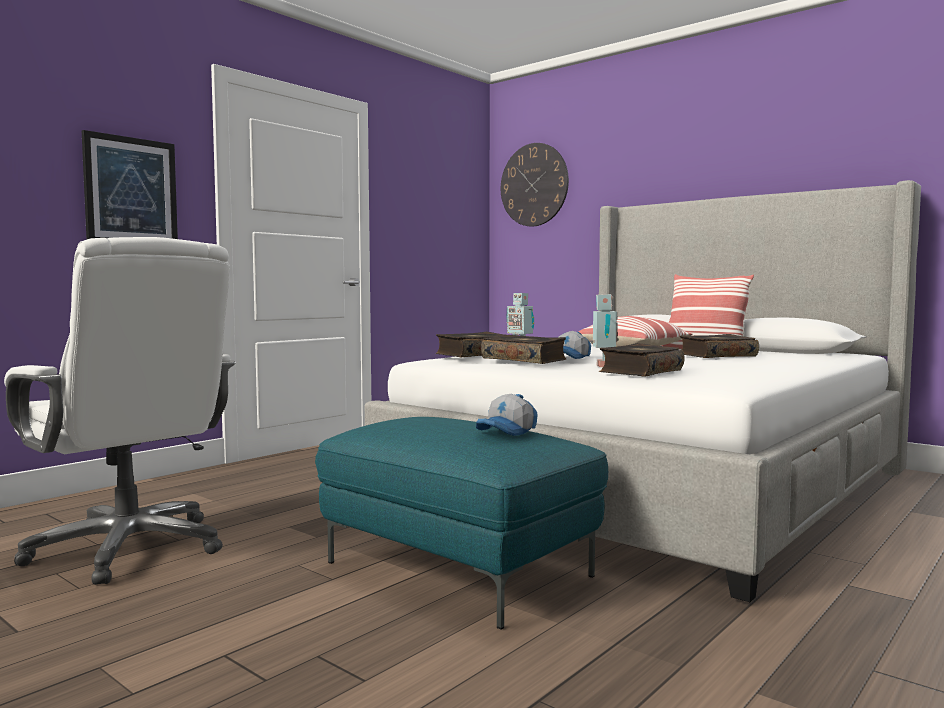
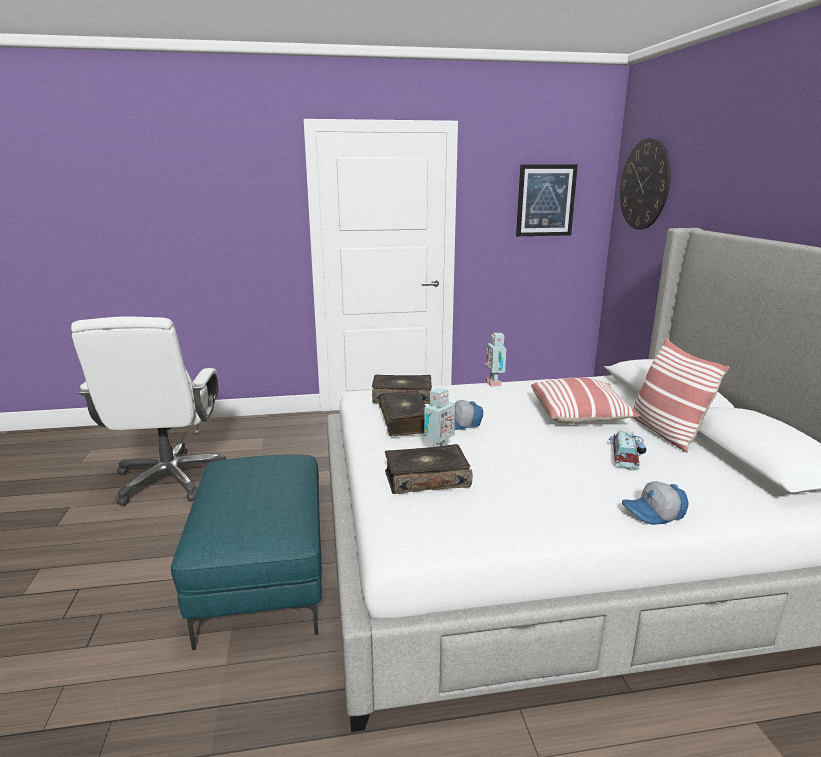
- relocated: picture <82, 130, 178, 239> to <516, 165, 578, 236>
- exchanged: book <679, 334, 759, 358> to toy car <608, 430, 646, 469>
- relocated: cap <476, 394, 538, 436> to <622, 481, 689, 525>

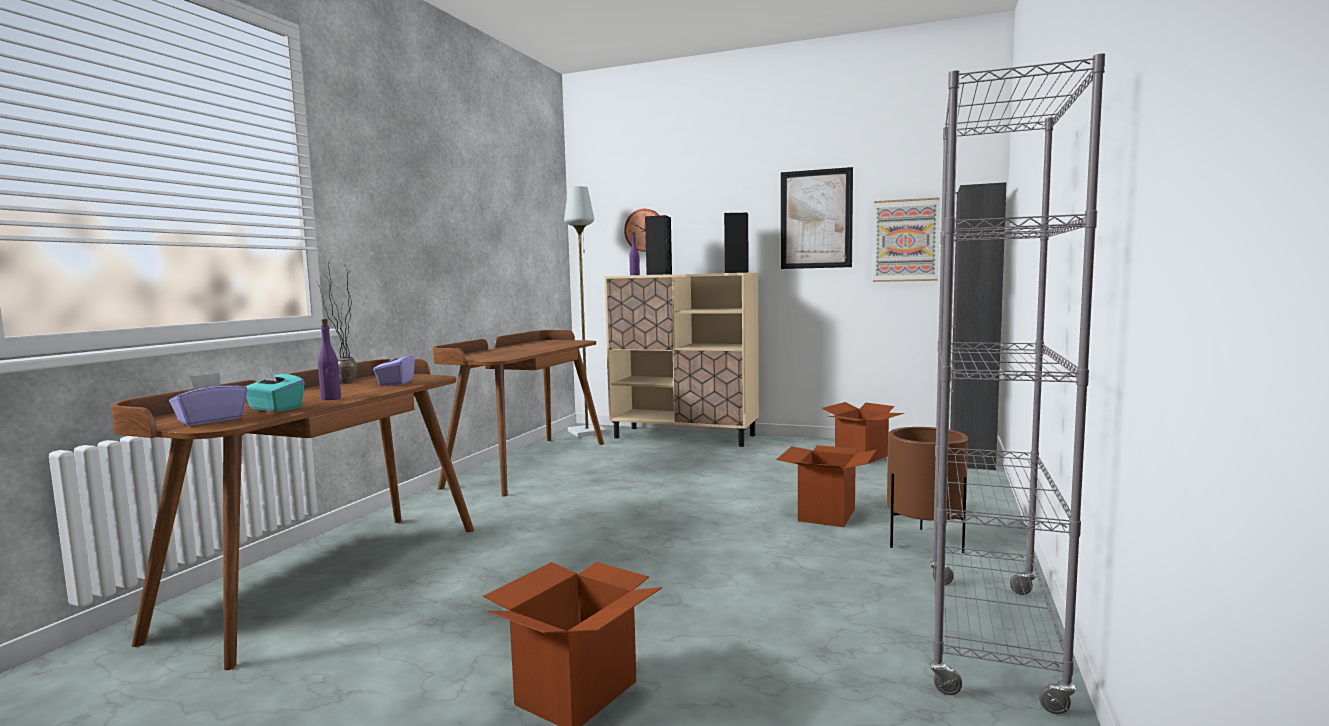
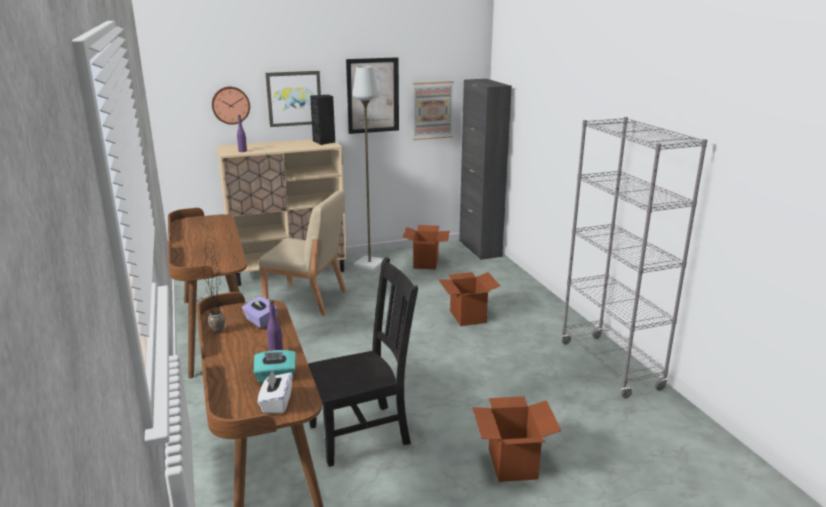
- relocated: grey floor lamp <564, 186, 607, 437> to <352, 66, 383, 271>
- missing: black speaker <645, 215, 672, 275>
- colour: purple tissue box <169, 373, 247, 426> to white tissue box <257, 370, 293, 414>
- missing: brown planter <887, 427, 968, 553>
- appeared: picture <265, 71, 321, 127>
- appeared: beige chair <258, 191, 346, 316>
- appeared: black chair <308, 257, 418, 467>

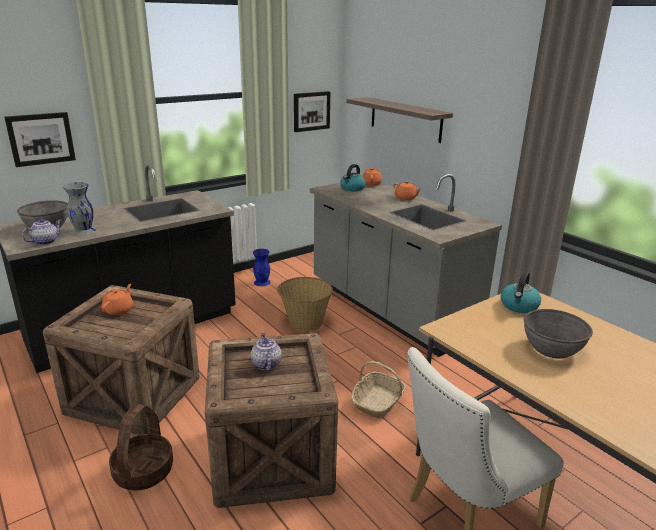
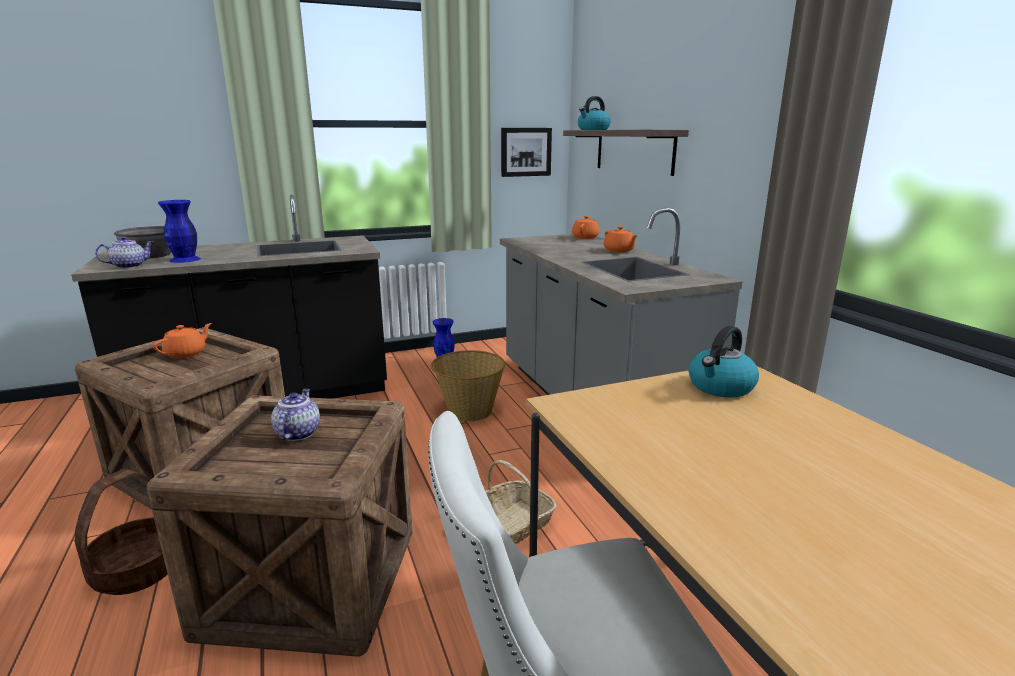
- missing: picture <4, 112, 76, 167>
- relocated: kettle <340, 164, 366, 191> to <578, 96, 611, 130>
- colour: grey vase <63, 182, 96, 235> to blue vase <158, 200, 201, 263>
- missing: grey bowl <524, 309, 593, 359>

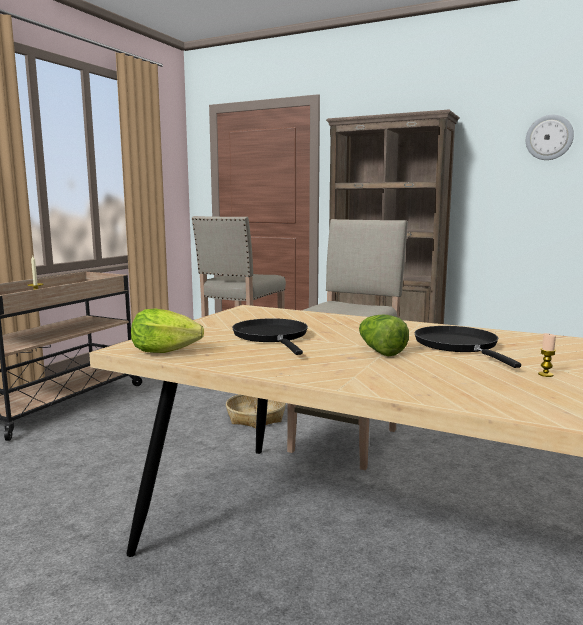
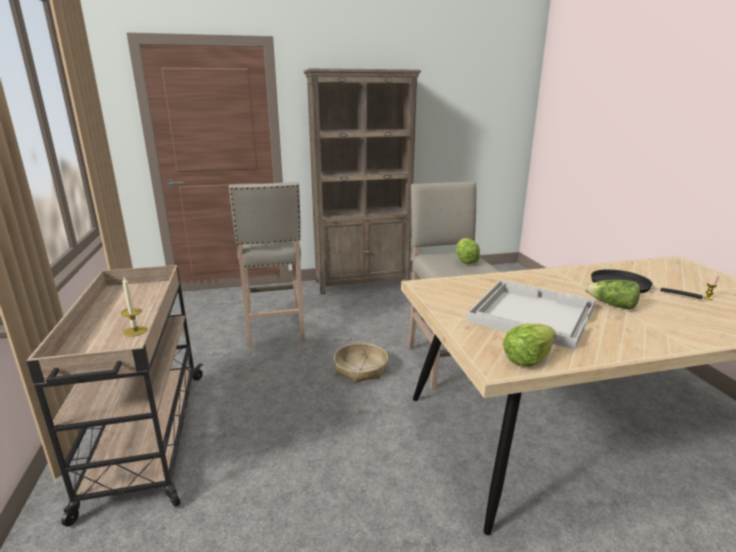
- missing: wall clock <526, 115, 574, 160>
- exchanged: black frying pan <232, 318, 308, 355> to white tray <467, 280, 595, 349>
- appeared: lettuce <456, 238, 480, 264>

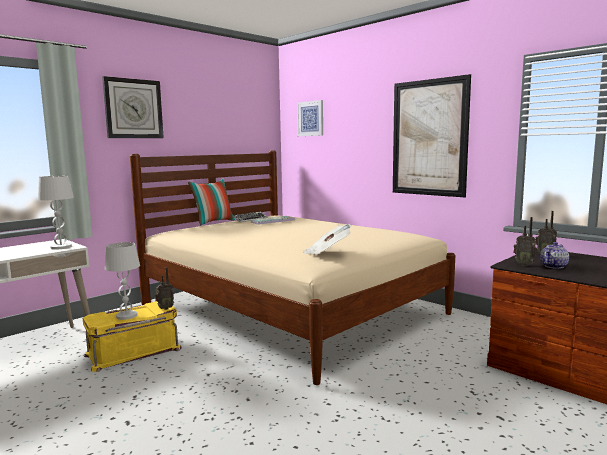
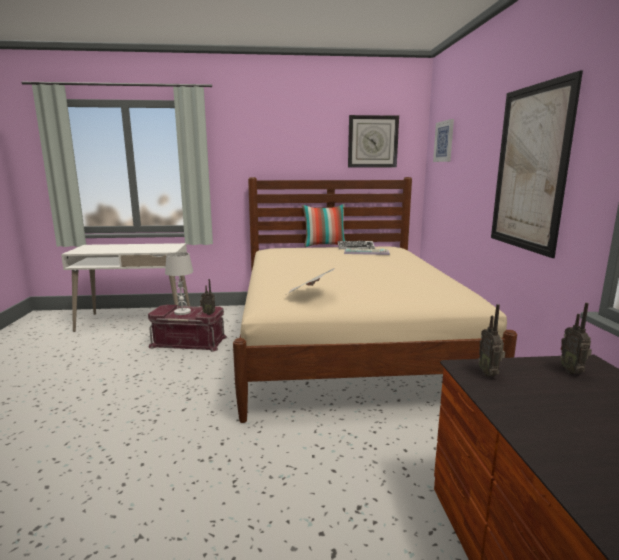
- relocated: wall clock <102, 76, 164, 138> to <348, 115, 399, 168>
- missing: white table lamp <37, 176, 74, 250>
- missing: teapot <540, 242, 569, 269>
- colour: yellow storage box <83, 301, 182, 372> to red storage box <148, 305, 227, 352>

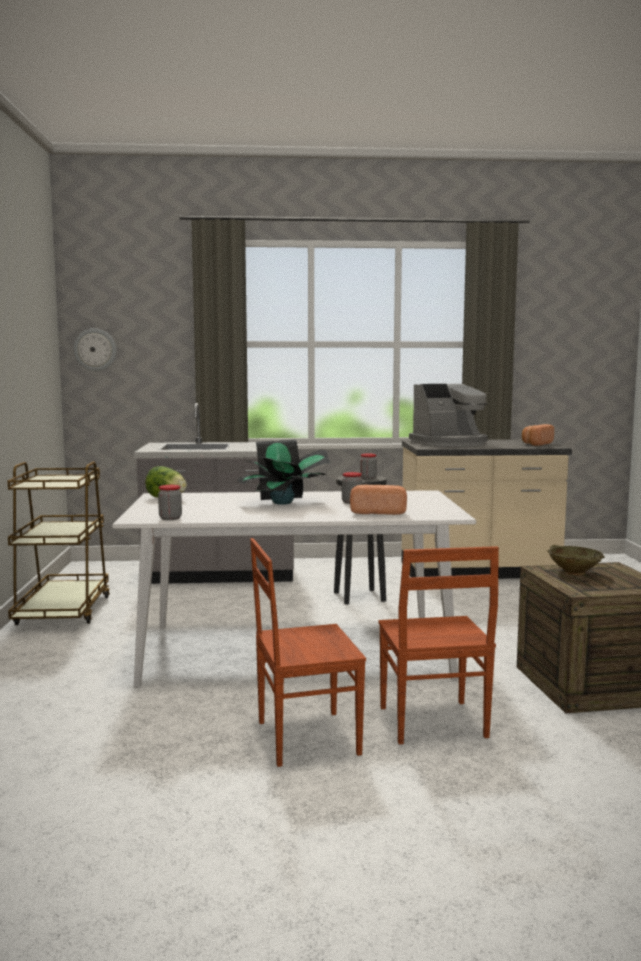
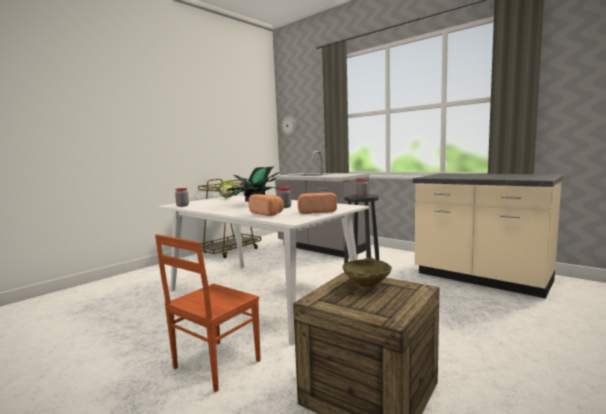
- missing: coffee machine <409, 384, 488, 447>
- relocated: bread <522, 424, 554, 446> to <298, 193, 337, 214>
- missing: brown chair <250, 538, 366, 767>

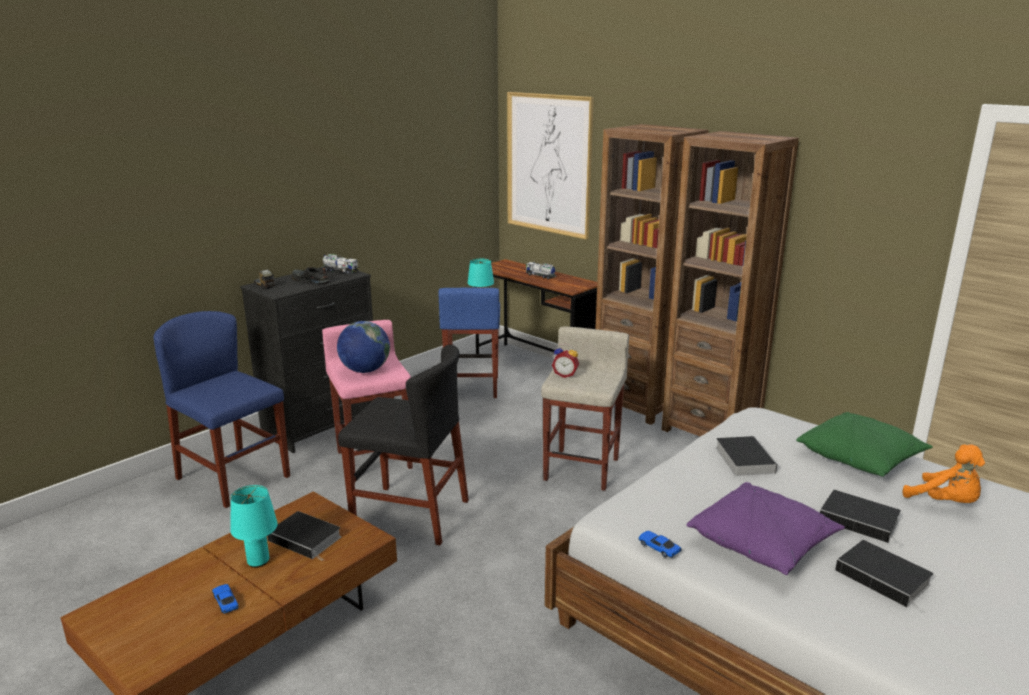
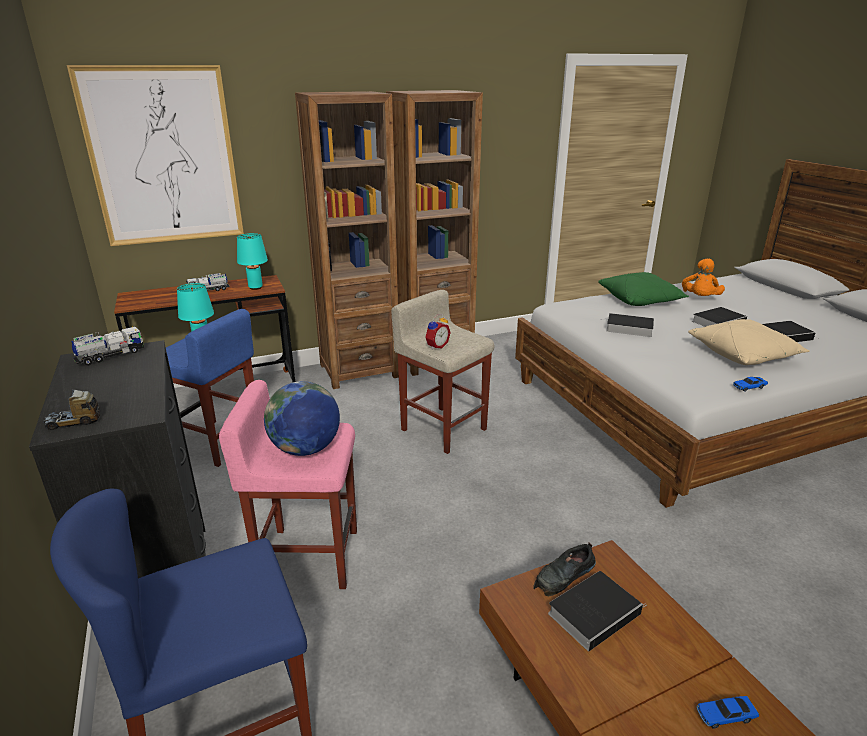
- relocated: black shoe <292, 267, 329, 284> to <534, 542, 596, 596>
- missing: black chair <338, 345, 469, 545>
- spun: orange plush toy <903, 444, 985, 503> = <682, 259, 725, 296> 120 degrees clockwise
- colour: purple pillow <686, 482, 845, 575> to beige pillow <688, 319, 810, 365>
- relocated: turquoise table lamp <231, 485, 278, 568> to <237, 233, 268, 290>

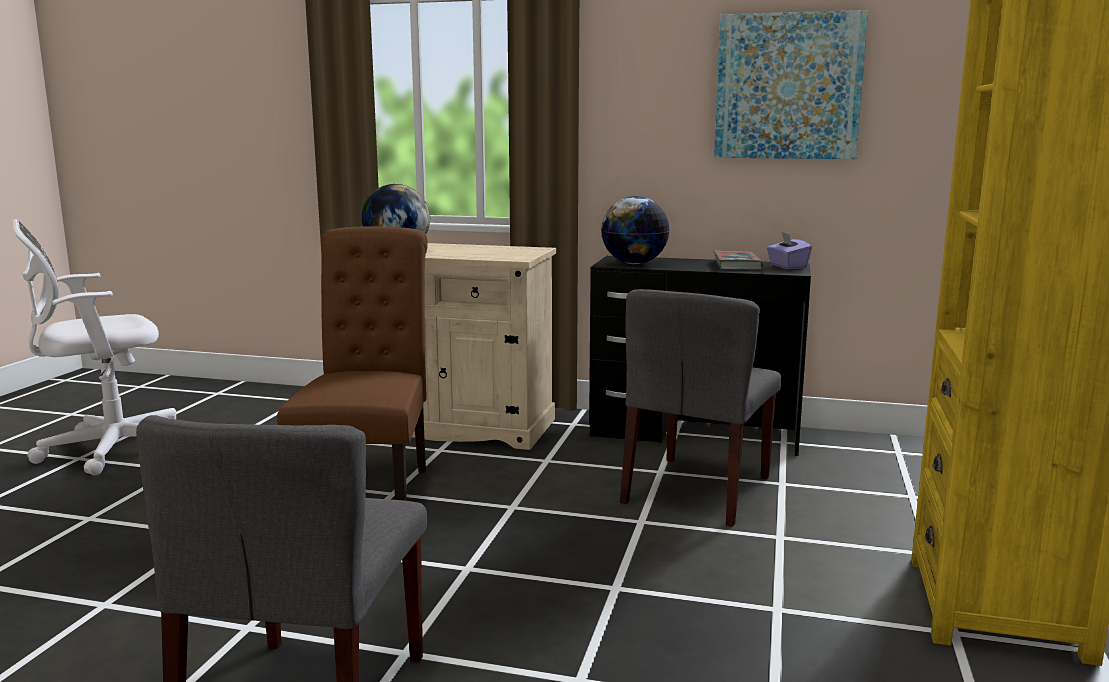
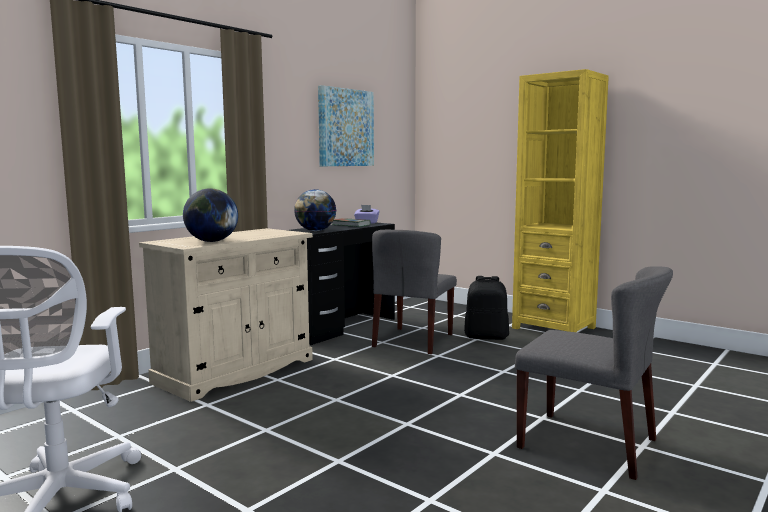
- missing: brown chair <277, 226, 428, 501>
- spun: grey chair <620, 289, 781, 527> = <372, 230, 457, 354> 60 degrees clockwise
- appeared: black backpack <464, 276, 509, 340>

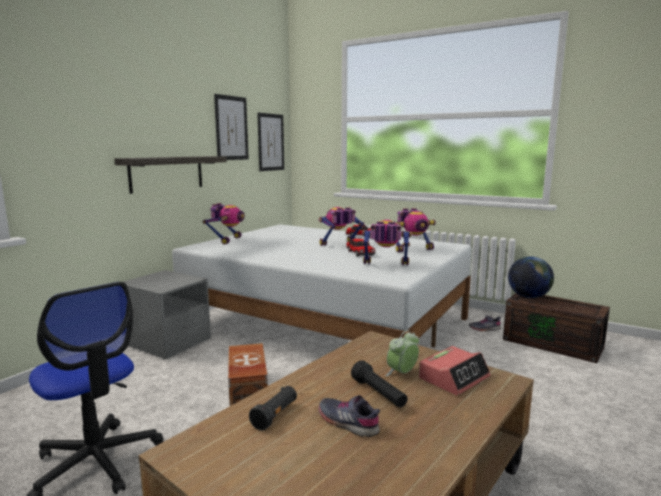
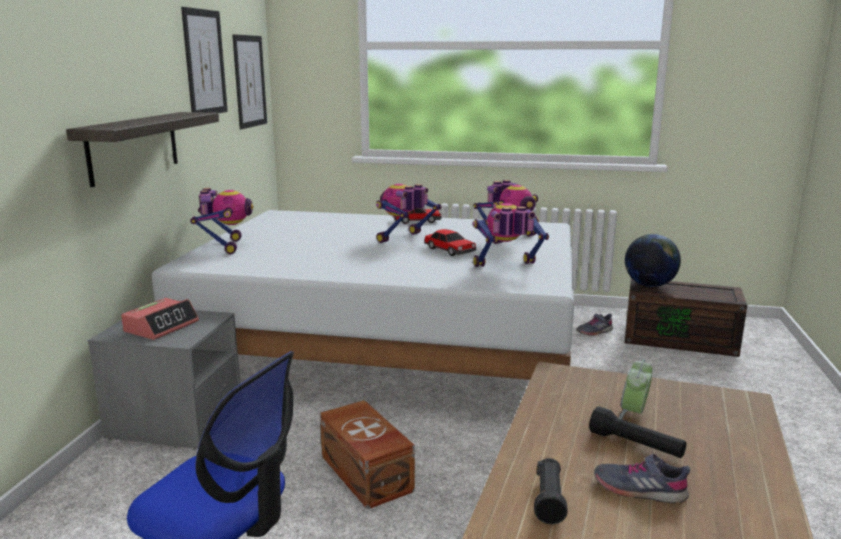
- relocated: alarm clock <419, 346, 491, 395> to <121, 298, 199, 340>

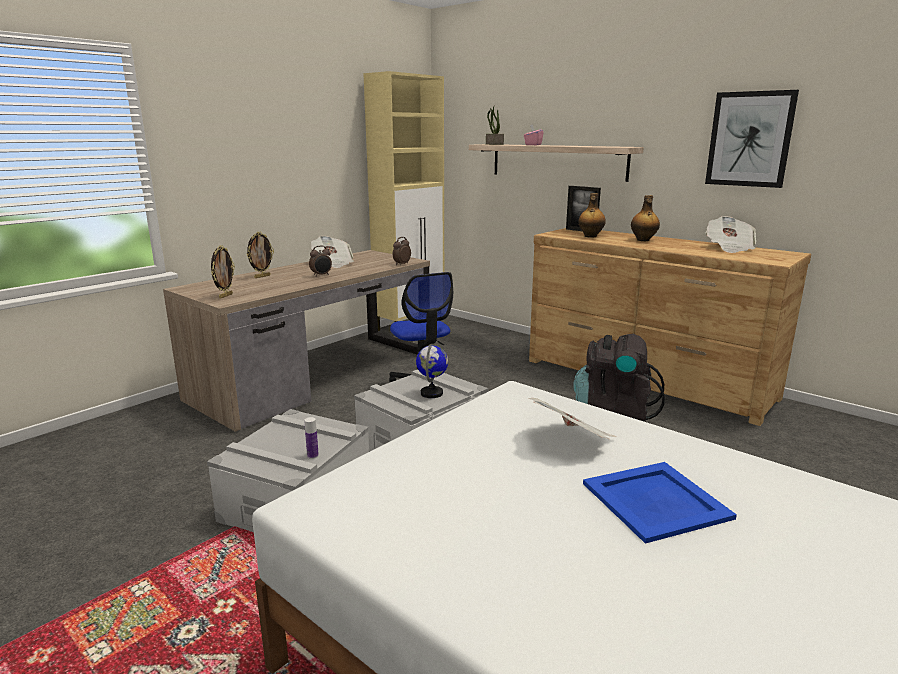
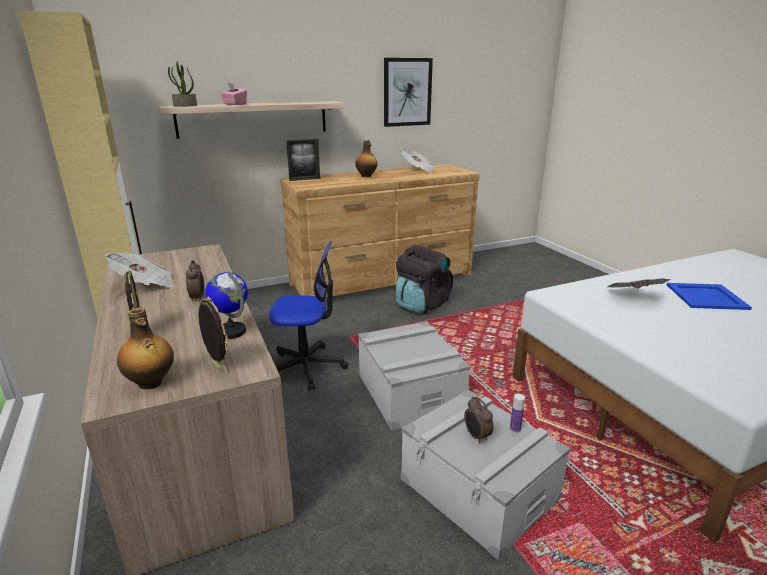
- relocated: bottle <578, 193, 606, 238> to <117, 308, 174, 390>
- relocated: alarm clock <393, 237, 411, 265> to <464, 397, 494, 443>
- relocated: globe <416, 345, 448, 398> to <205, 271, 248, 339>

